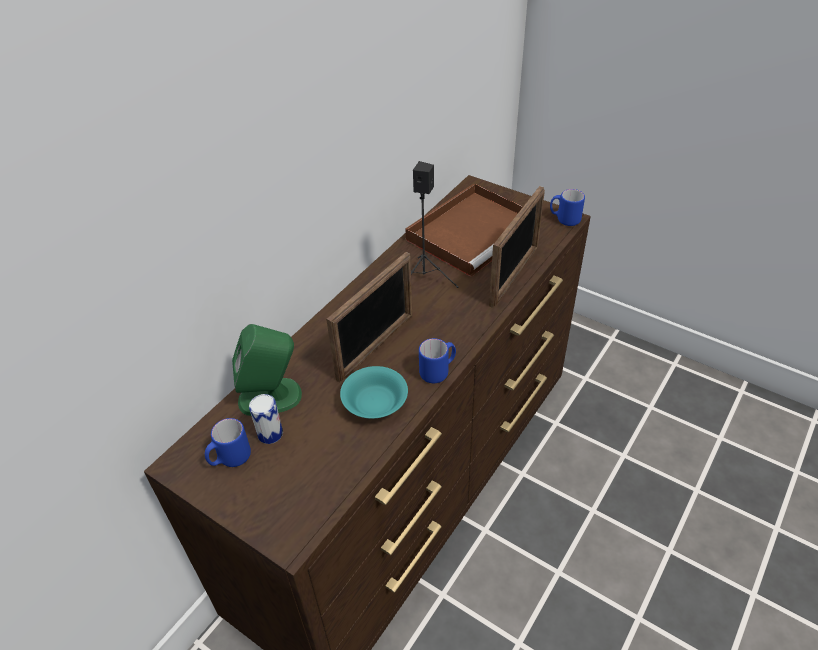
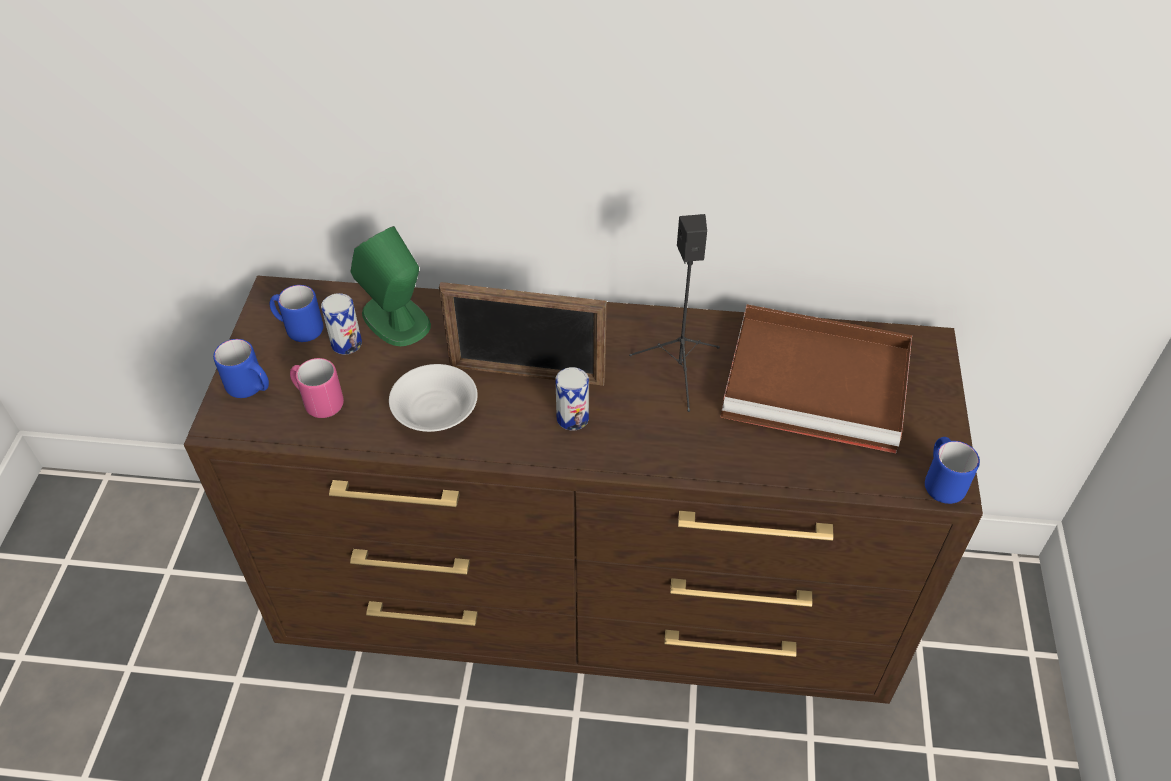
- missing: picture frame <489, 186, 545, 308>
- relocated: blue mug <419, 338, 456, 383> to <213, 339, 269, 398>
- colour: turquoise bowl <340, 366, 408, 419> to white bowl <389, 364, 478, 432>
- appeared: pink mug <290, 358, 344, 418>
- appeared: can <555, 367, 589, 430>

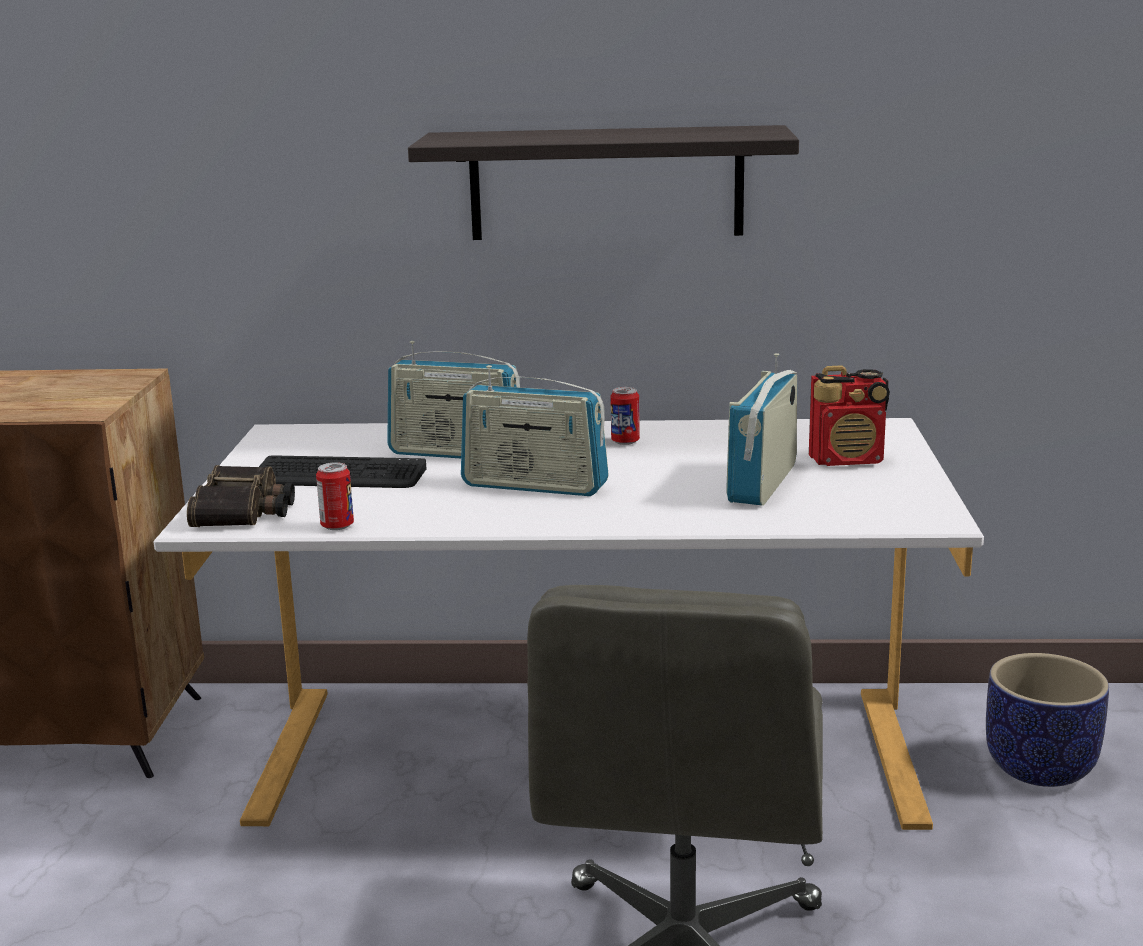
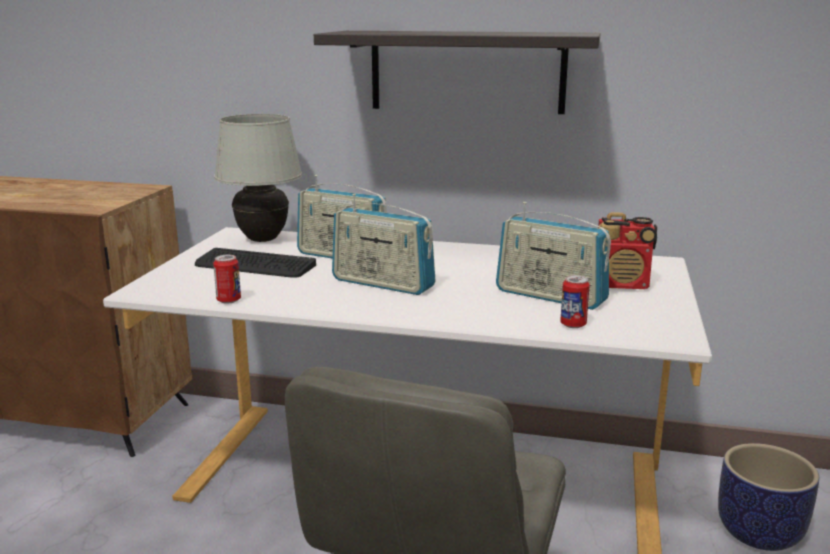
- spun: radio <726, 353, 797, 506> = <496, 202, 611, 310> 90 degrees counterclockwise
- relocated: can <610, 387, 640, 445> to <560, 275, 590, 328>
- missing: binoculars <187, 465, 295, 527>
- appeared: white table lamp <214, 114, 302, 242>

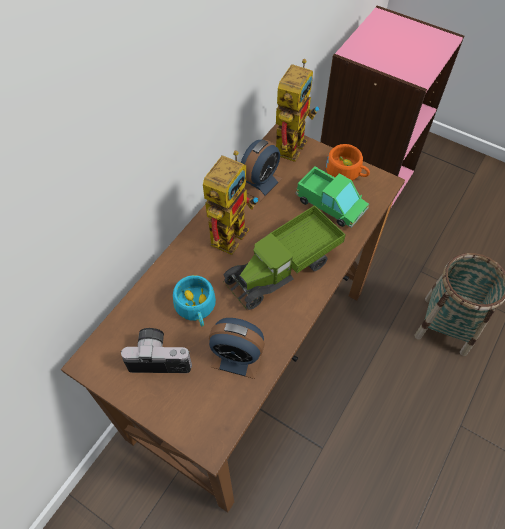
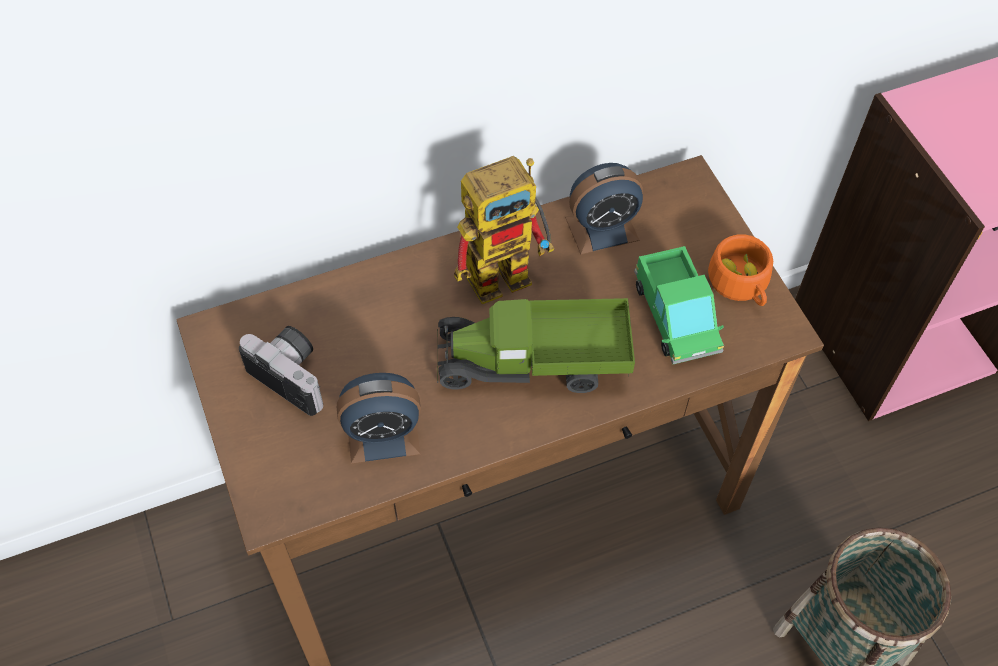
- missing: toy robot <276, 59, 319, 162>
- missing: turquoise cup <173, 275, 216, 327>
- spun: alarm clock <209, 318, 265, 379> = <337, 373, 421, 464> 60 degrees counterclockwise

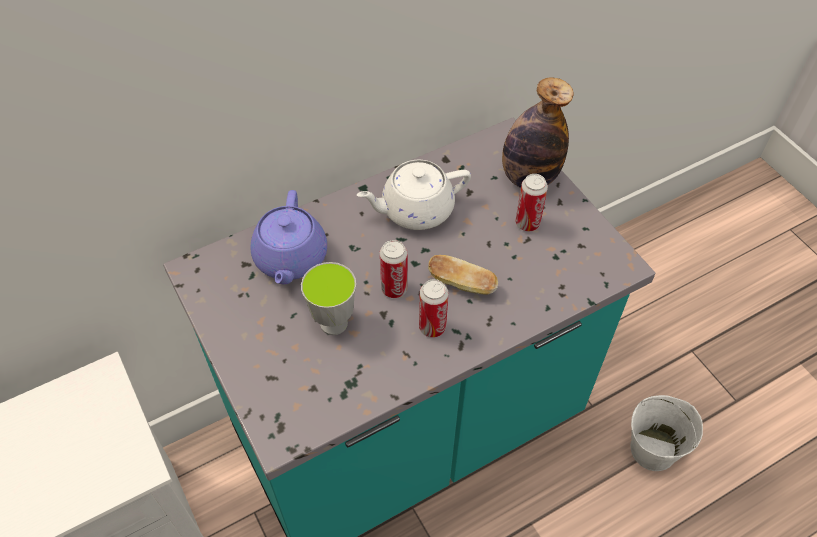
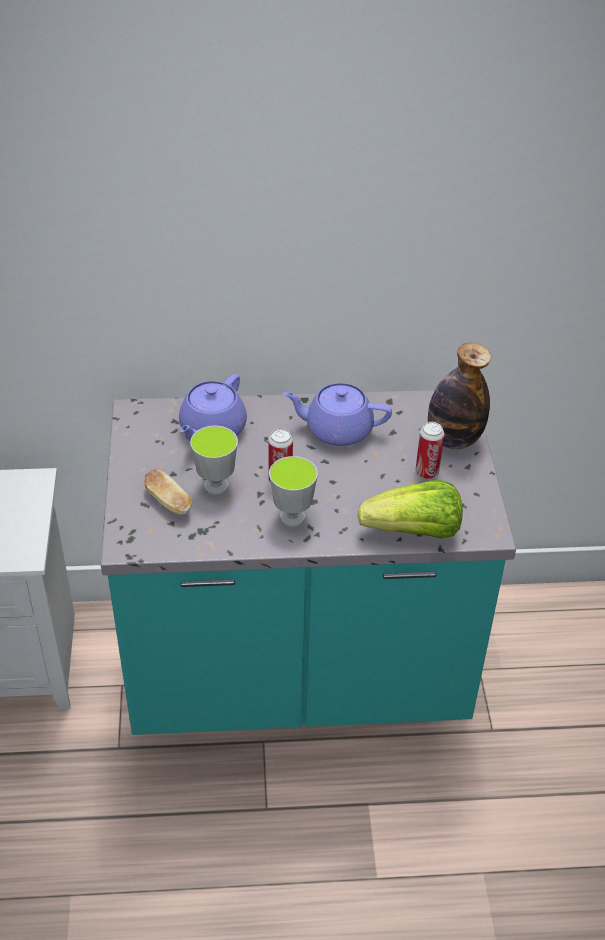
- colour: white teapot <357, 160, 471, 230> to purple teapot <283, 383, 392, 446>
- relocated: bread <428, 255, 498, 295> to <144, 469, 192, 515>
- exchanged: can <419, 279, 449, 338> to cup <269, 456, 318, 527>
- missing: white bucket <630, 395, 703, 471>
- appeared: lettuce <357, 480, 463, 539>

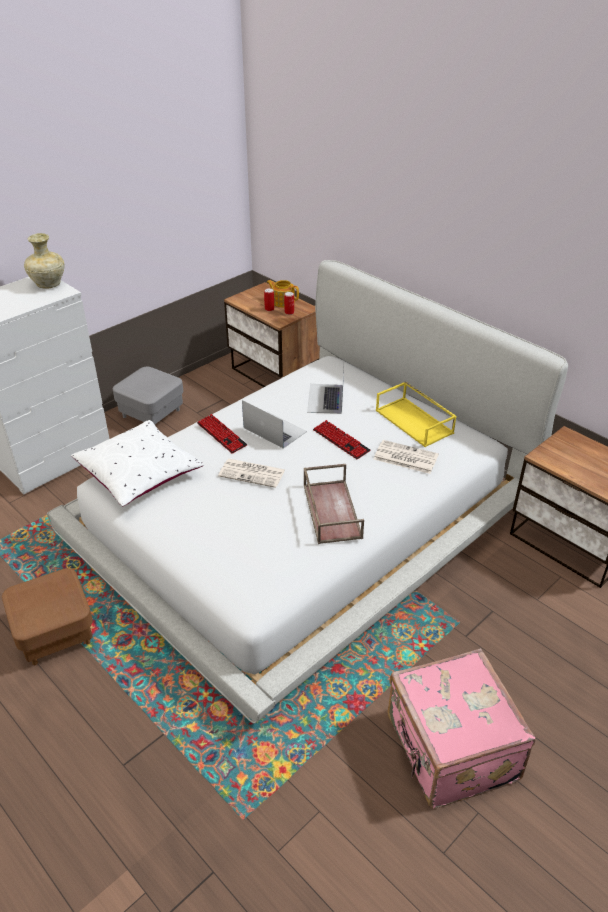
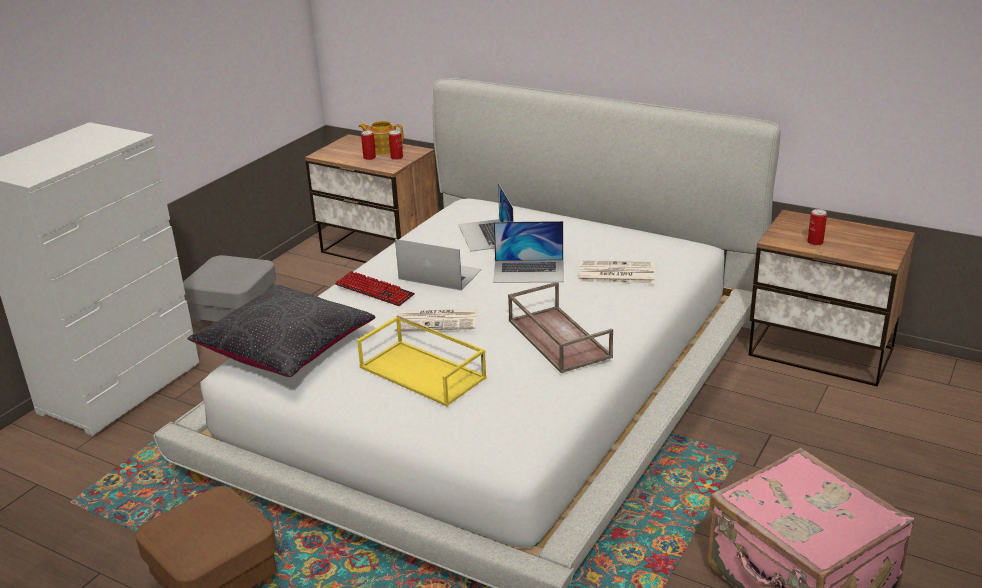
- missing: beige vase <24, 233, 64, 289>
- relocated: yellow tray <376, 381, 457, 447> to <357, 315, 487, 406>
- colour: white pillow <71, 420, 204, 506> to black pillow <187, 285, 375, 377>
- exchanged: keyboard <313, 420, 370, 459> to laptop <493, 221, 564, 283>
- appeared: can <807, 209, 827, 246>

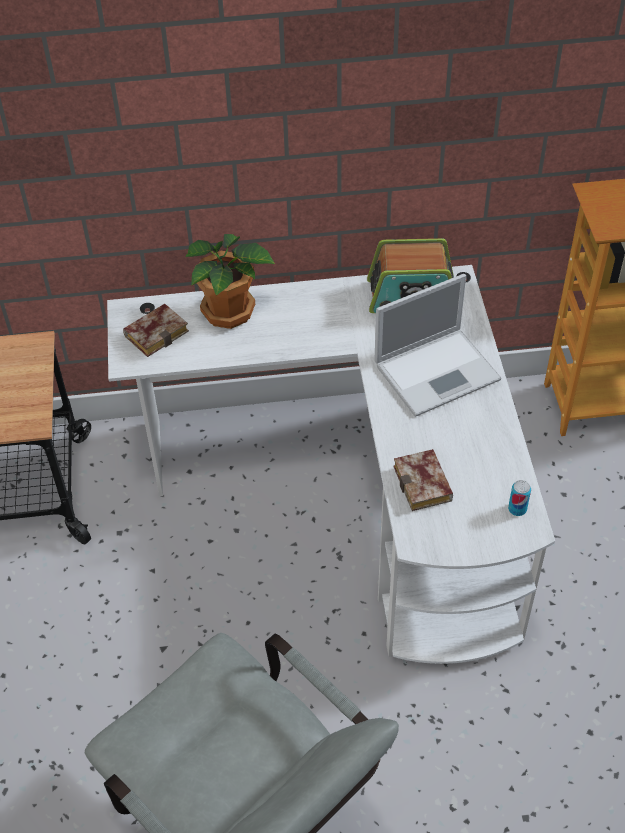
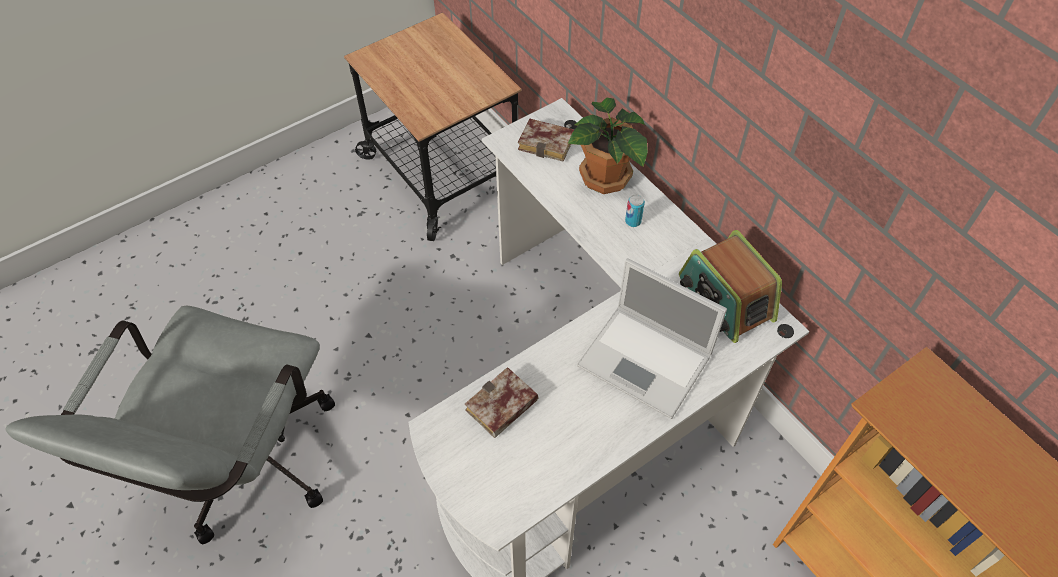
- relocated: can <508, 480, 531, 516> to <625, 194, 645, 227>

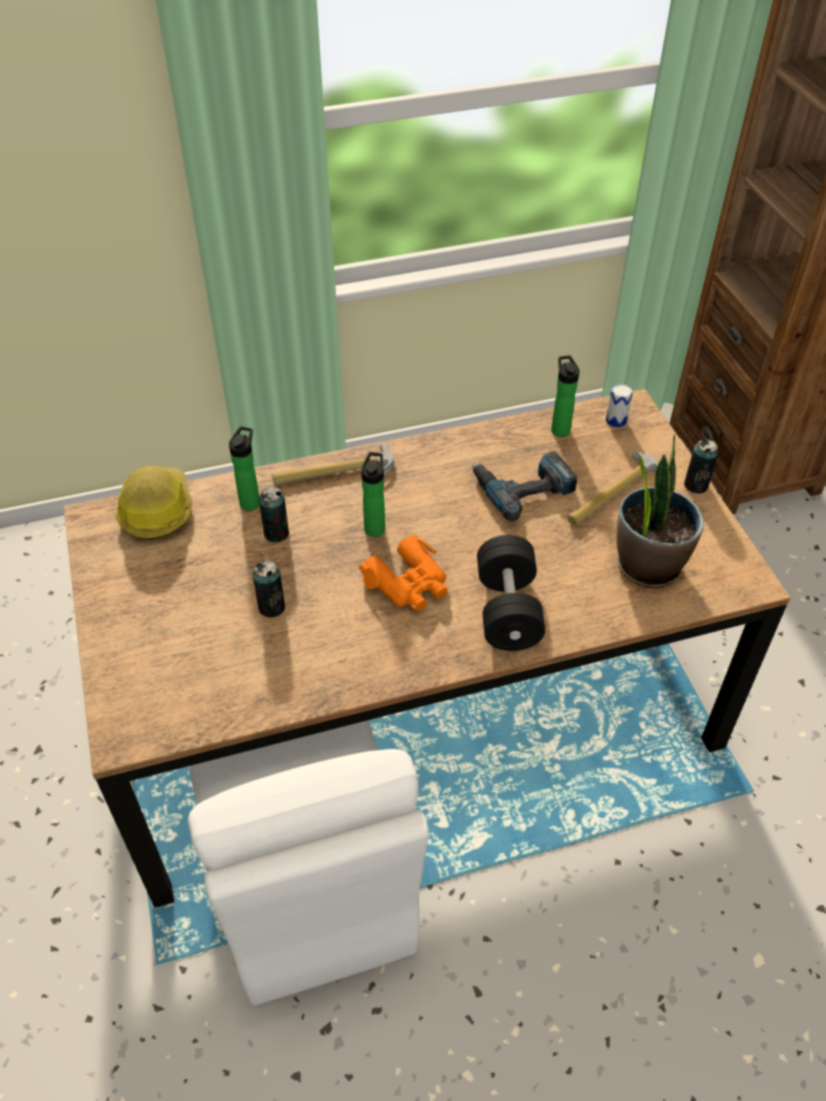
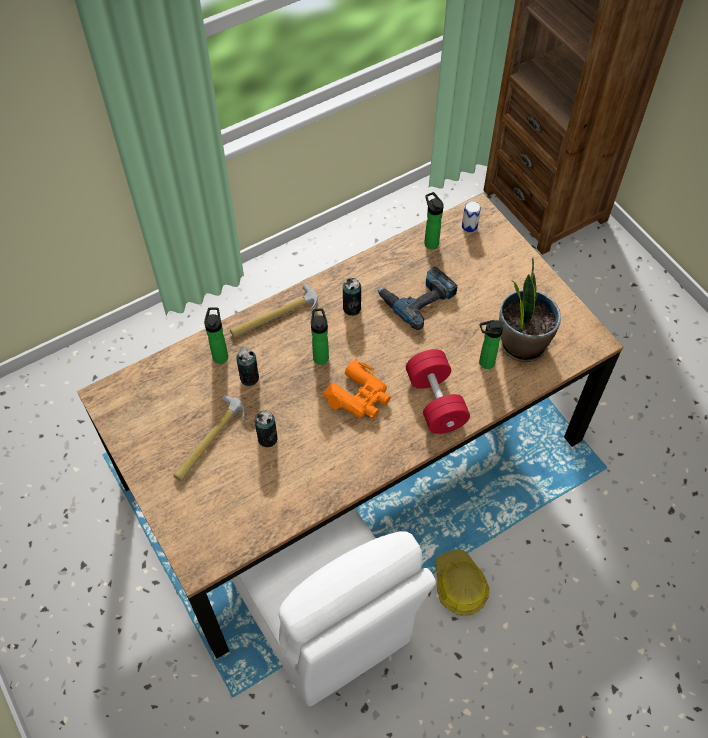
- relocated: can <684, 439, 719, 494> to <343, 278, 361, 316>
- relocated: hammer <567, 450, 659, 526> to <173, 394, 245, 481>
- relocated: hard hat <115, 466, 192, 540> to <435, 549, 490, 616>
- colour: black dumbbell <477, 535, 545, 651> to red dumbbell <406, 349, 470, 434>
- appeared: bottle <479, 320, 504, 369>

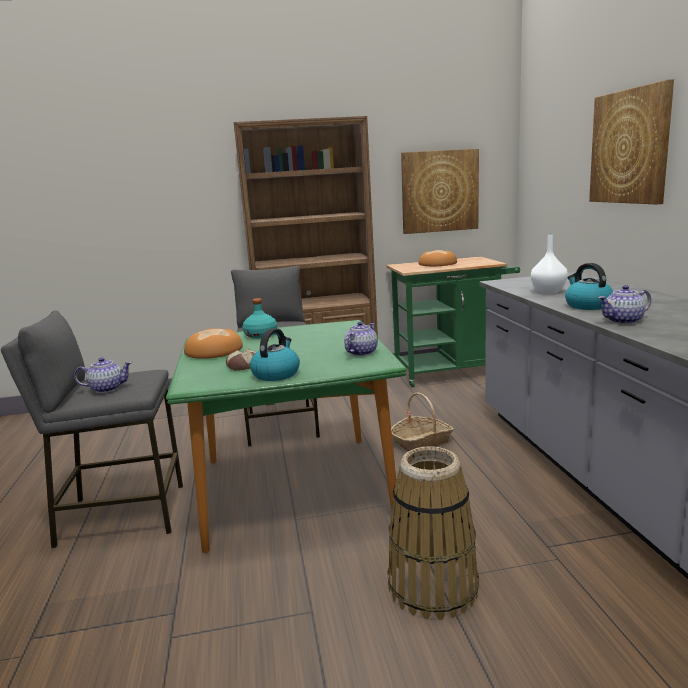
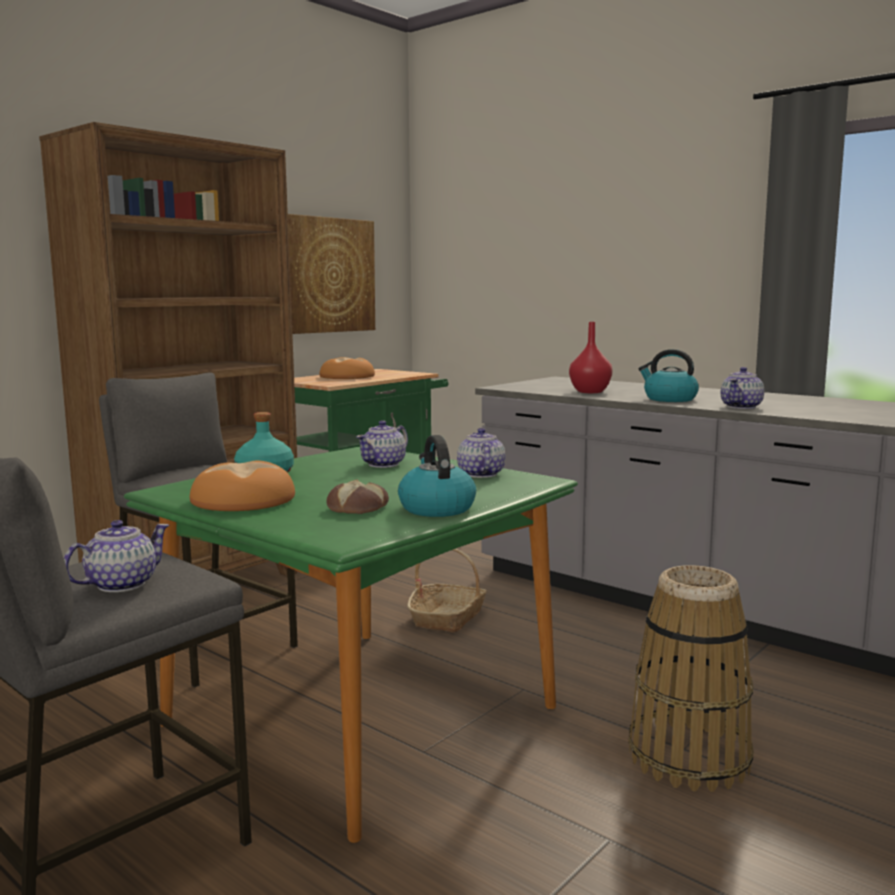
- missing: picture <589, 79, 674, 204>
- colour: white vase <531, 235, 568, 294> to red vase <569, 322, 613, 393>
- appeared: teapot <356, 420, 408, 468>

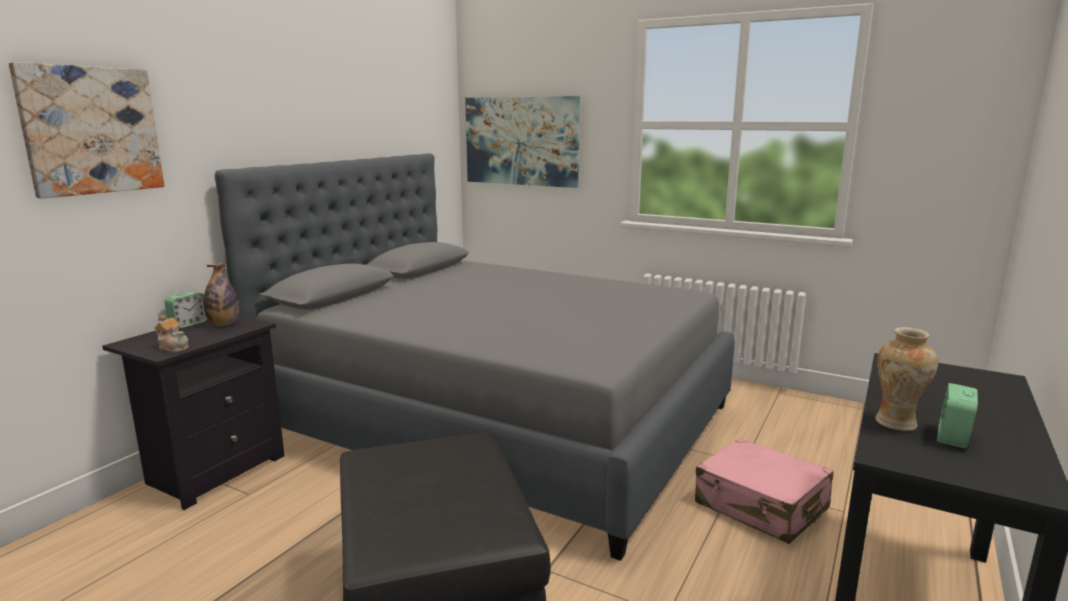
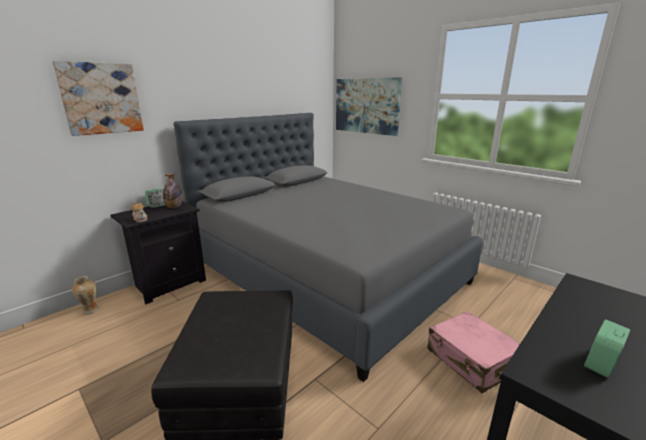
- relocated: vase <875, 327, 938, 431> to <72, 276, 99, 315>

